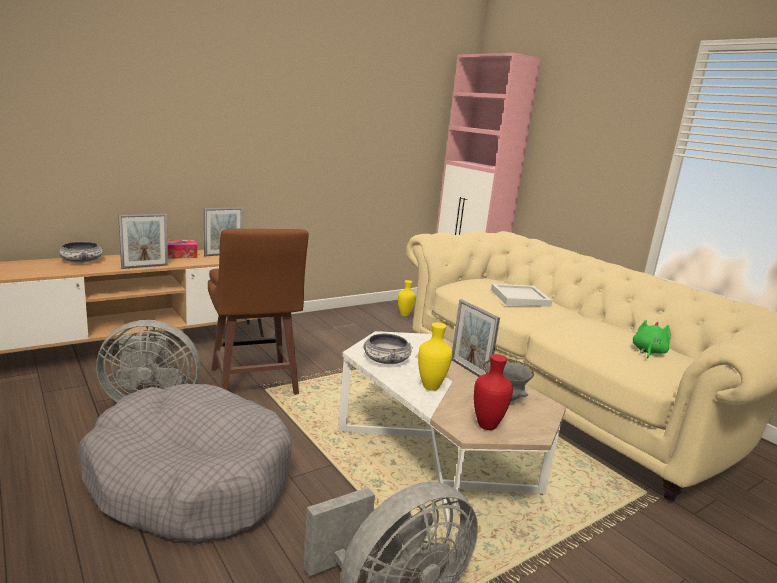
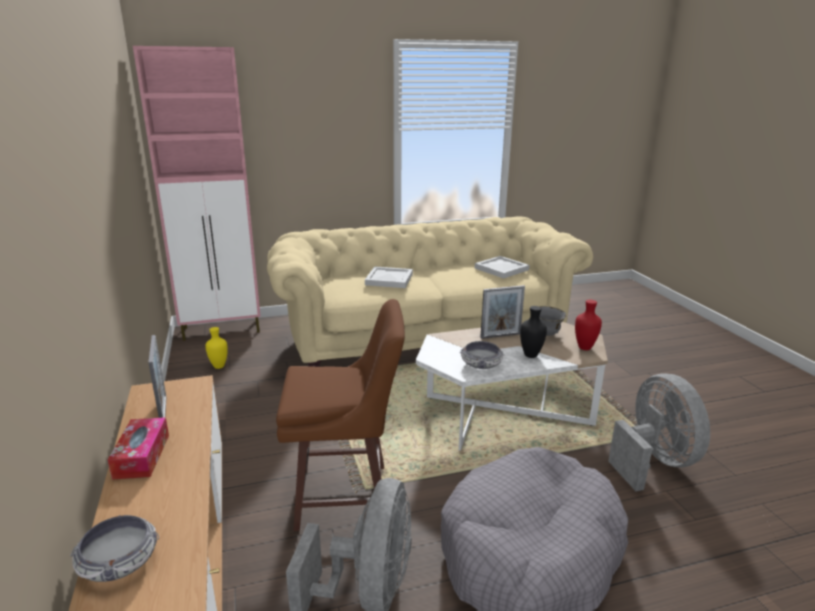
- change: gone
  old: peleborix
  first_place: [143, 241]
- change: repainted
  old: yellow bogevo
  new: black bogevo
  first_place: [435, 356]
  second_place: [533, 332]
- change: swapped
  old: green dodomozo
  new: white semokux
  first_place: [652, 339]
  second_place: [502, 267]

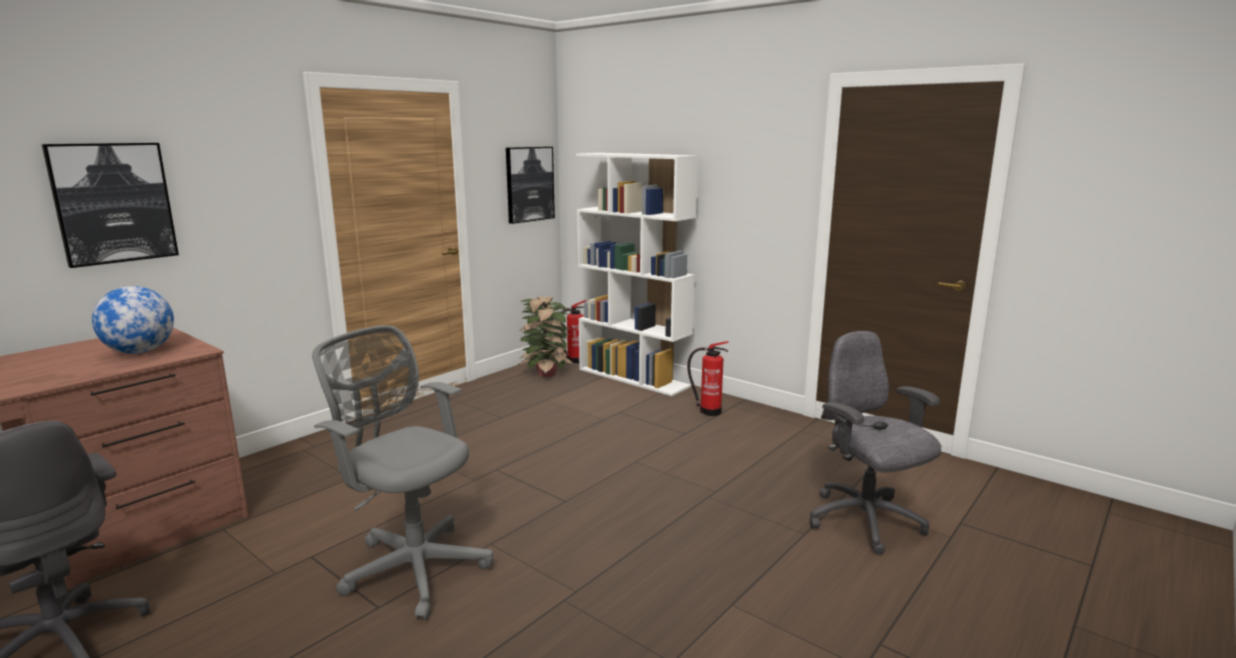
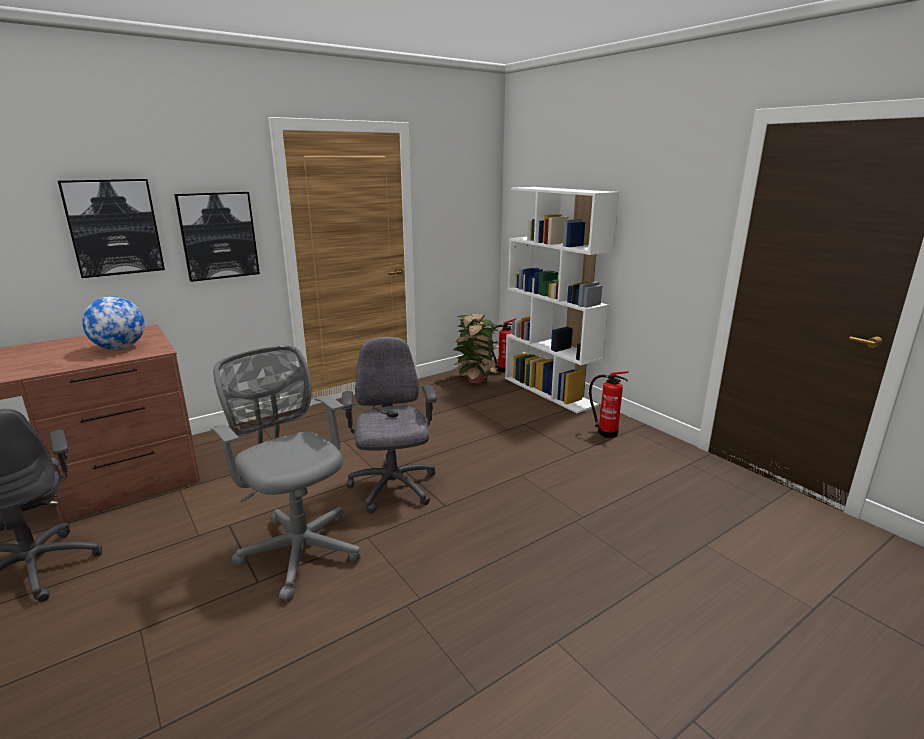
- change: shifted
  old: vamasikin
  first_place: [530, 185]
  second_place: [217, 237]
- change: shifted
  old: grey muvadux
  first_place: [875, 443]
  second_place: [389, 425]

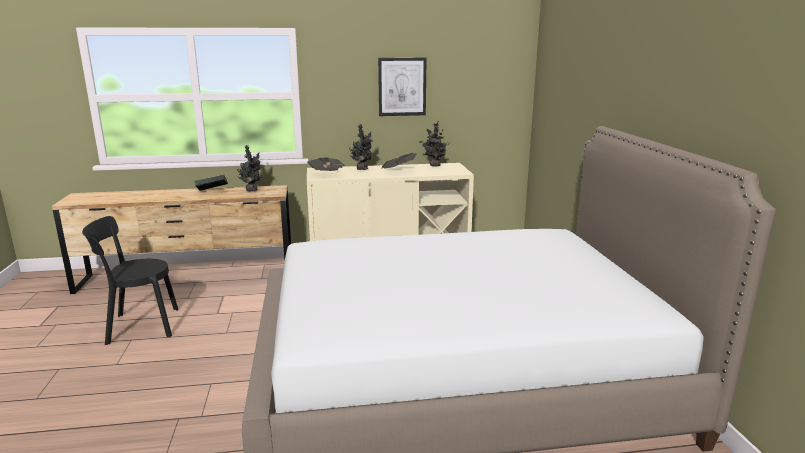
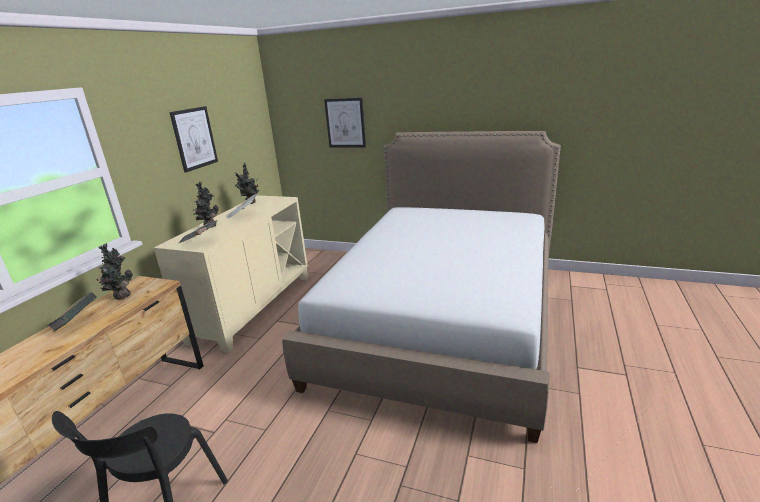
- change: new
  new: vamasikin
  second_place: [345, 122]

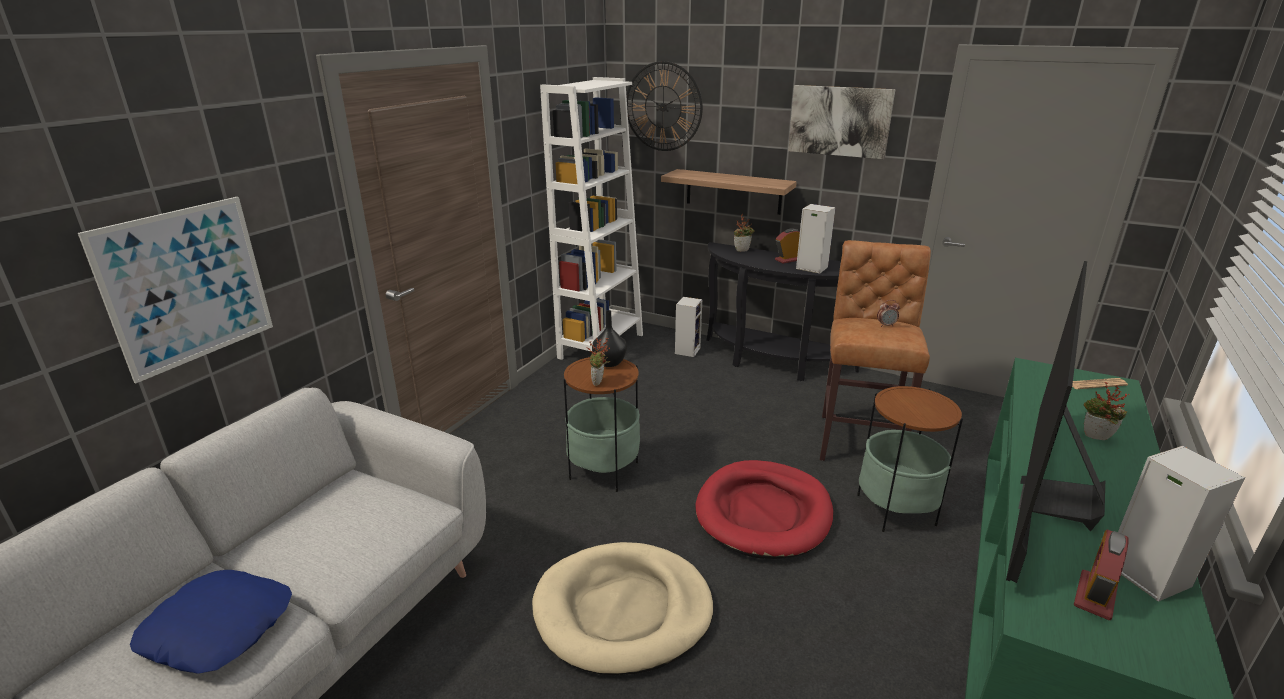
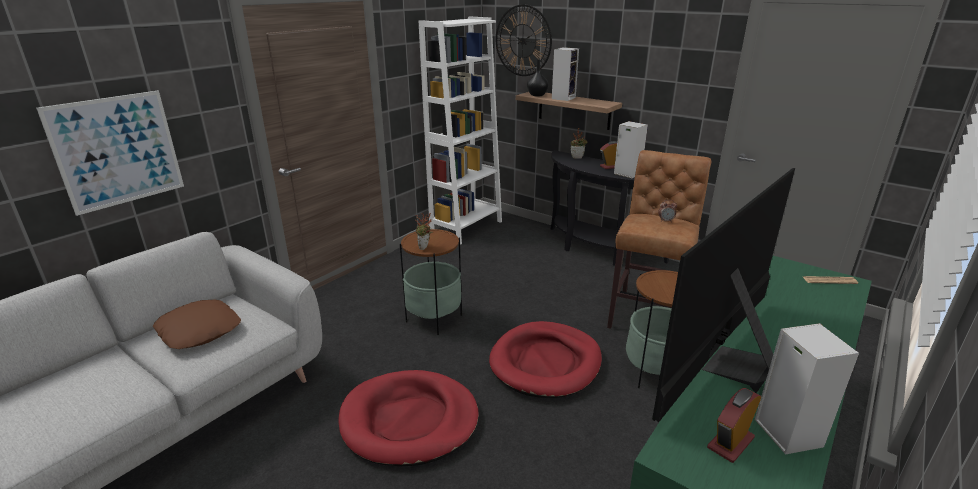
- change: gone
  old: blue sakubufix
  first_place: [211, 622]
- change: repainted
  old: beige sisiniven
  new: red sisiniven
  first_place: [623, 608]
  second_place: [409, 418]
- change: shifted
  old: black bogevo
  first_place: [609, 338]
  second_place: [537, 78]
- change: shifted
  old: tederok
  first_place: [688, 327]
  second_place: [565, 74]
- change: gone
  old: vamasikin
  first_place: [842, 122]
- change: gone
  old: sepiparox
  first_place: [1106, 411]
- change: new
  new: brown sakubufix
  second_place: [197, 324]

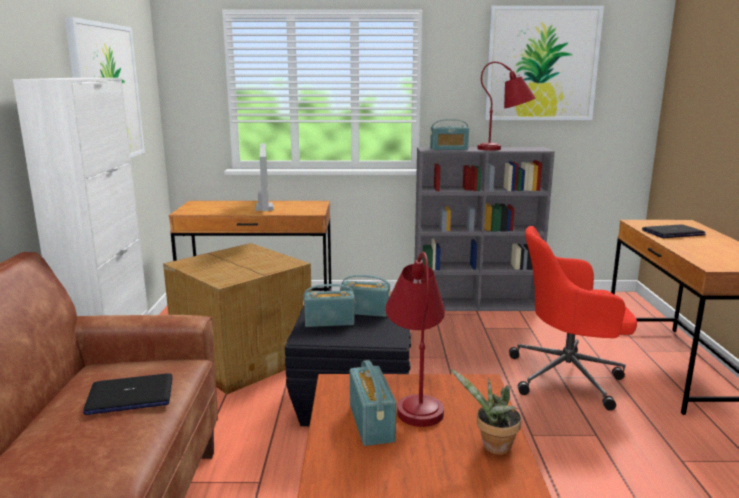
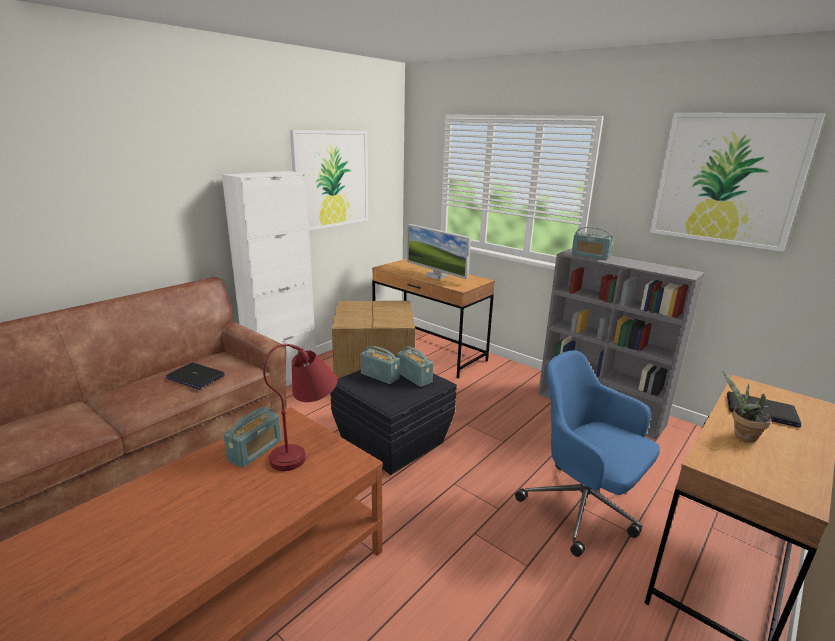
- change: rotated
  old: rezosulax
  first_place: [264, 177]
  second_place: [439, 252]
  degrees: 105
- change: shifted
  old: sepiparox
  first_place: [486, 411]
  second_place: [747, 406]
- change: gone
  old: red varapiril
  first_place: [506, 106]
- change: repainted
  old: red muvadux
  new: blue muvadux
  first_place: [573, 318]
  second_place: [587, 453]

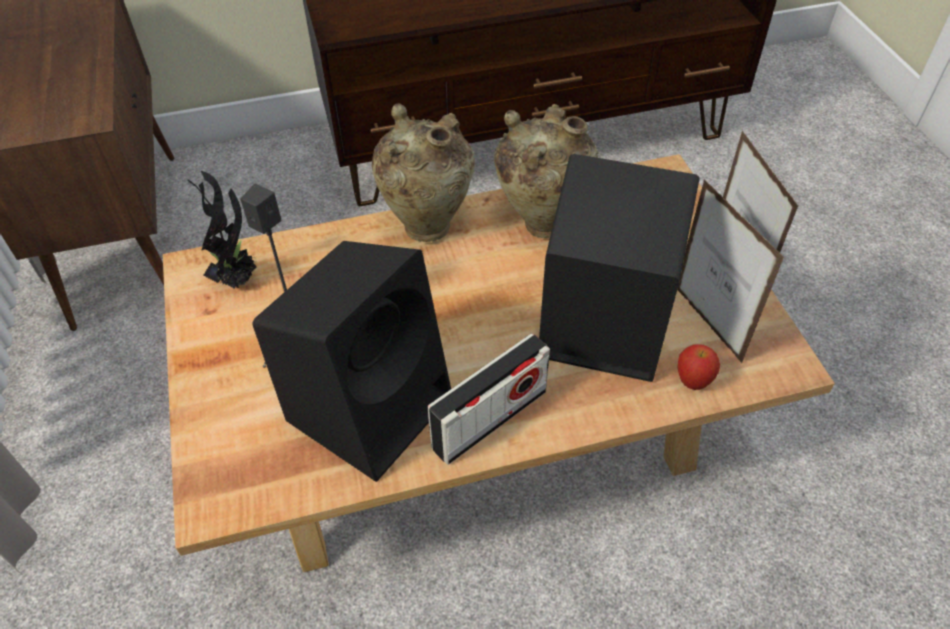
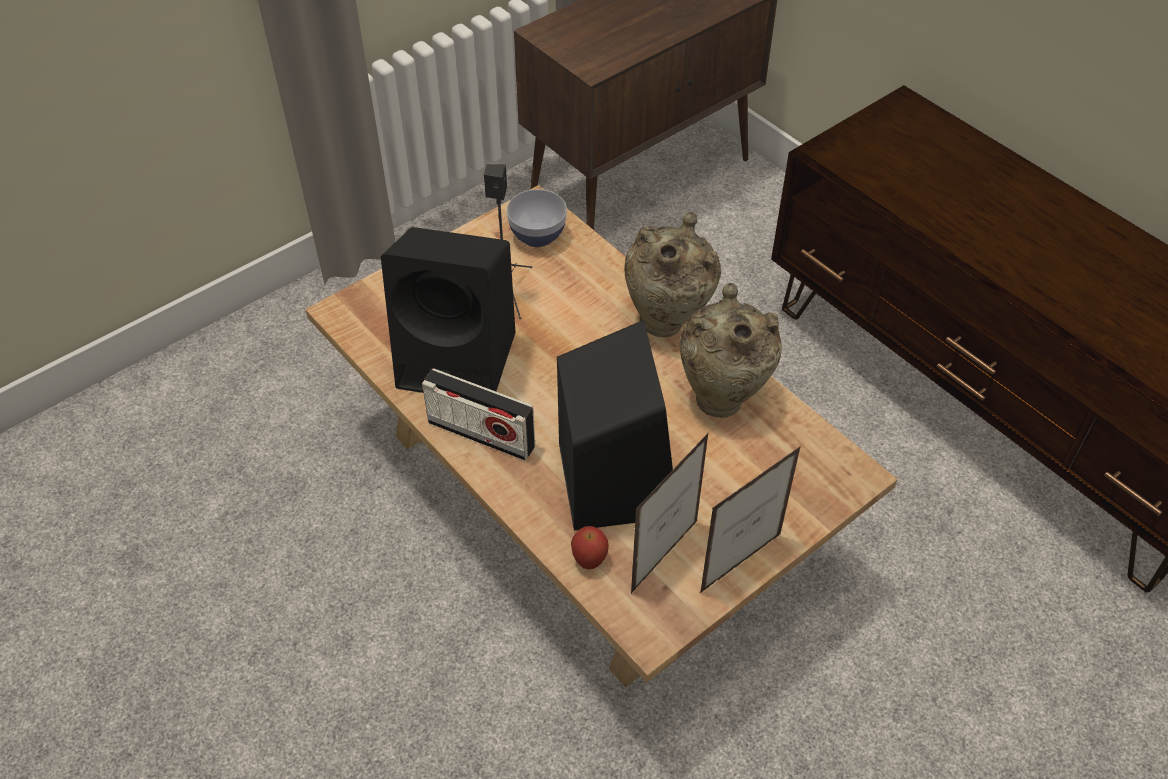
- change: swapped
  old: sepiparox
  new: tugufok
  first_place: [222, 230]
  second_place: [537, 218]

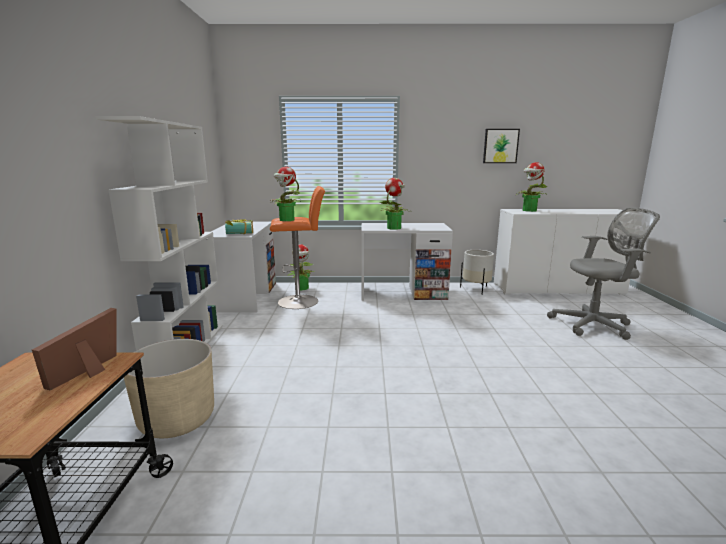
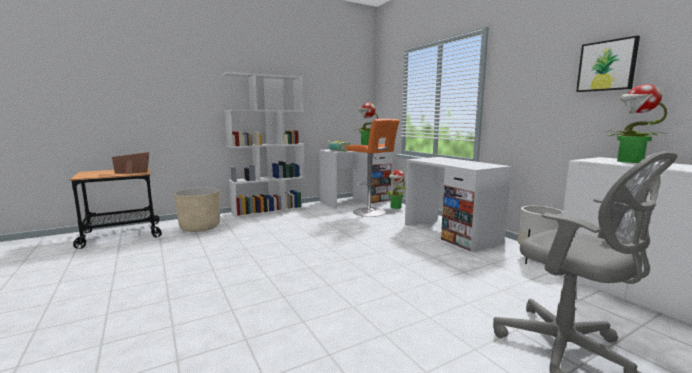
- change: gone
  old: sepiparox
  first_place: [394, 204]

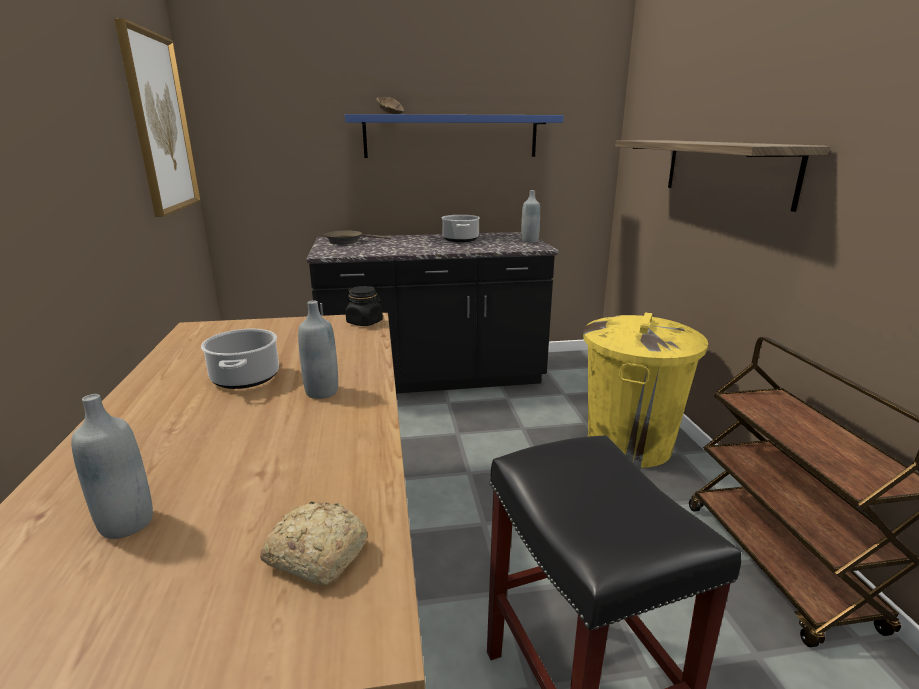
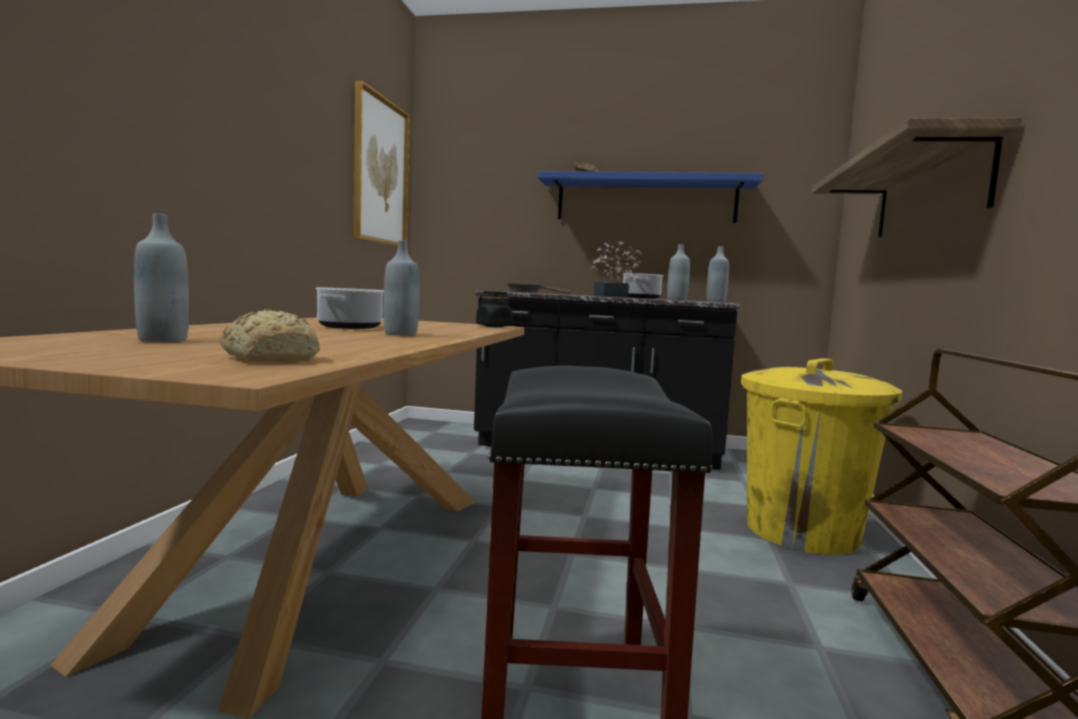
- change: new
  new: sepiparox
  second_place: [615, 269]
- change: new
  new: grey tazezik
  second_place: [678, 272]

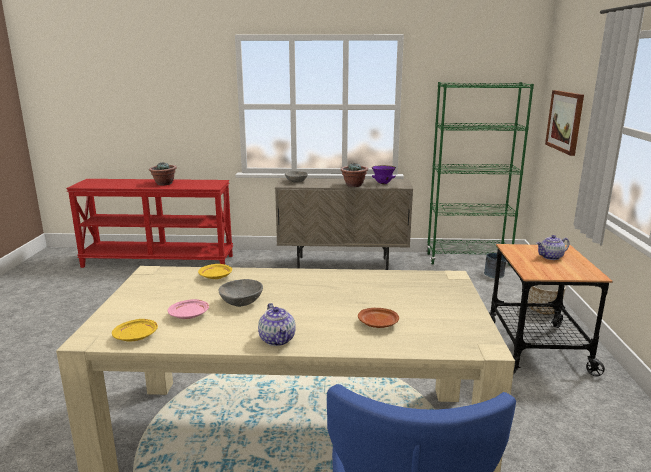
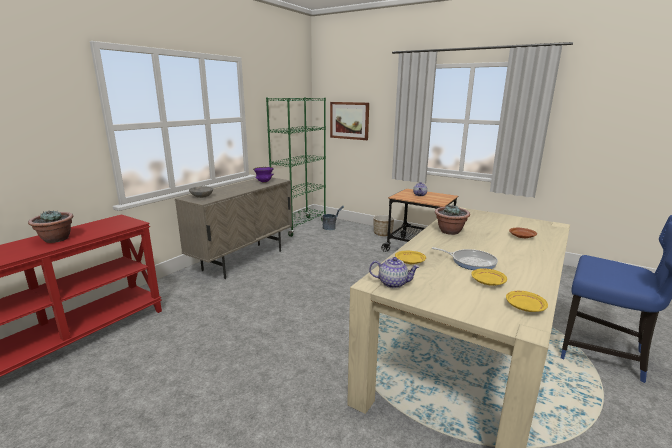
- change: repainted
  old: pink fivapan
  new: yellow fivapan
  first_place: [188, 309]
  second_place: [489, 277]
- change: swapped
  old: grey tugufok
  new: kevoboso
  first_place: [241, 293]
  second_place: [465, 258]
- change: shifted
  old: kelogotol
  first_place: [277, 324]
  second_place: [394, 272]
- change: shifted
  old: sepiparox
  first_place: [354, 175]
  second_place: [452, 220]

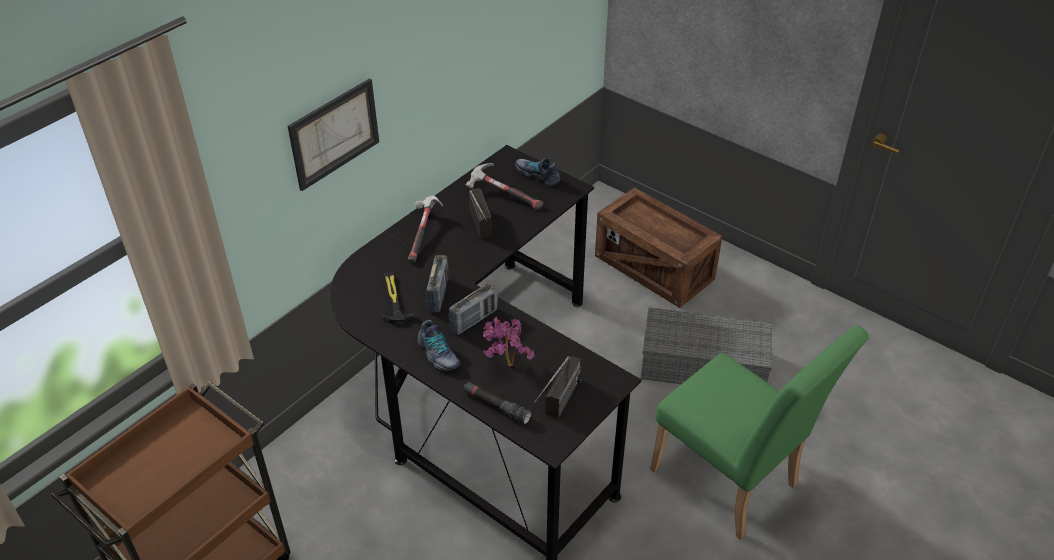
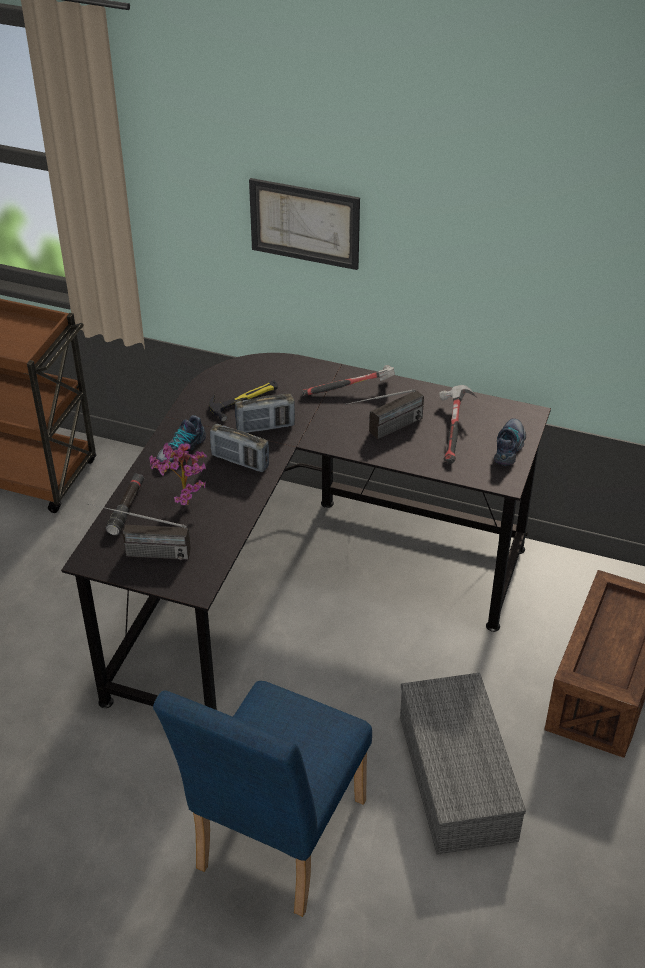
- change: repainted
  old: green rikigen
  new: blue rikigen
  first_place: [759, 433]
  second_place: [262, 799]

